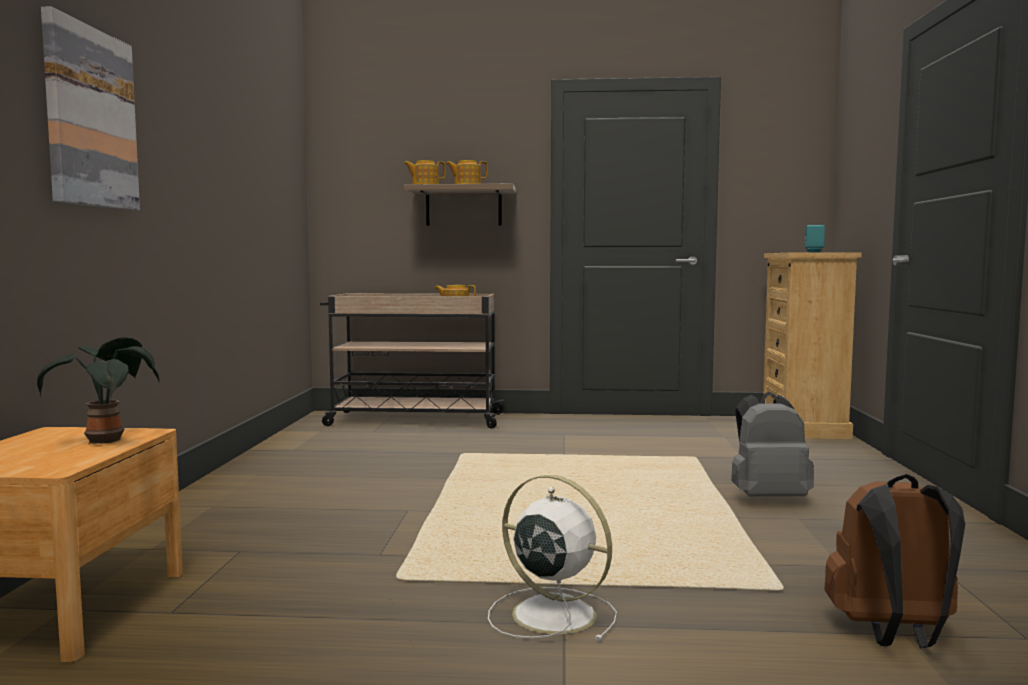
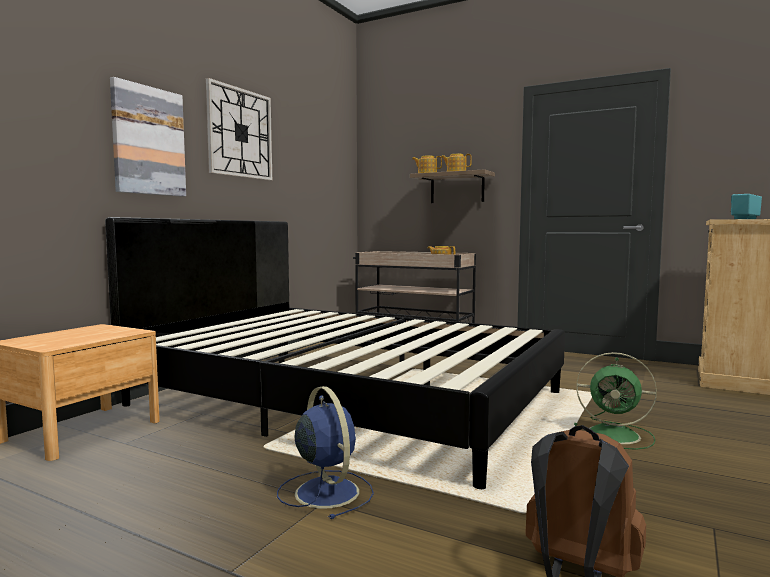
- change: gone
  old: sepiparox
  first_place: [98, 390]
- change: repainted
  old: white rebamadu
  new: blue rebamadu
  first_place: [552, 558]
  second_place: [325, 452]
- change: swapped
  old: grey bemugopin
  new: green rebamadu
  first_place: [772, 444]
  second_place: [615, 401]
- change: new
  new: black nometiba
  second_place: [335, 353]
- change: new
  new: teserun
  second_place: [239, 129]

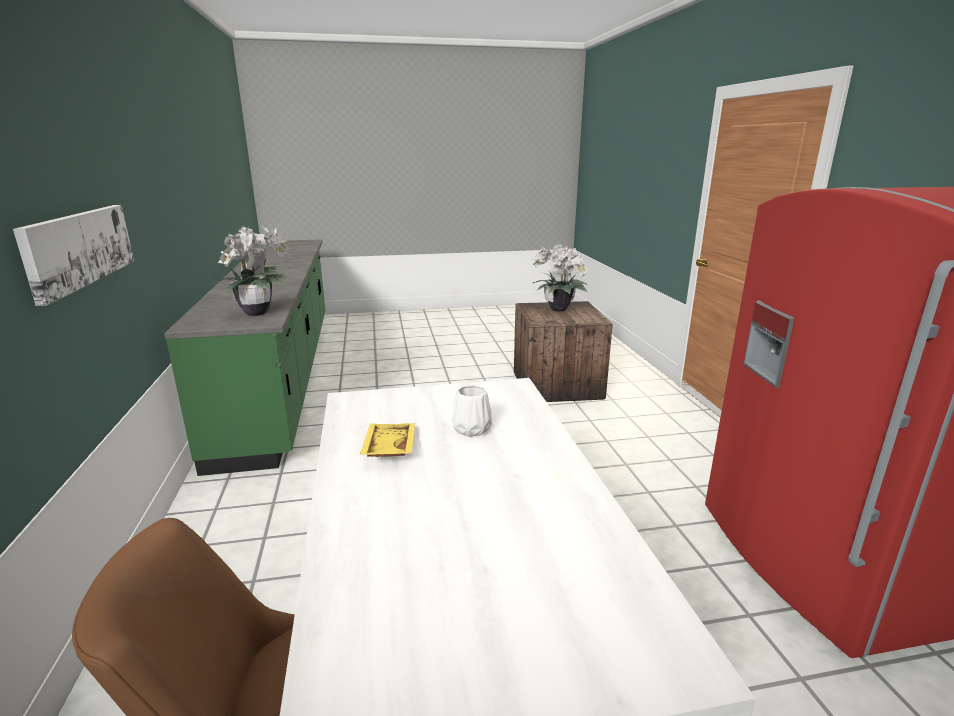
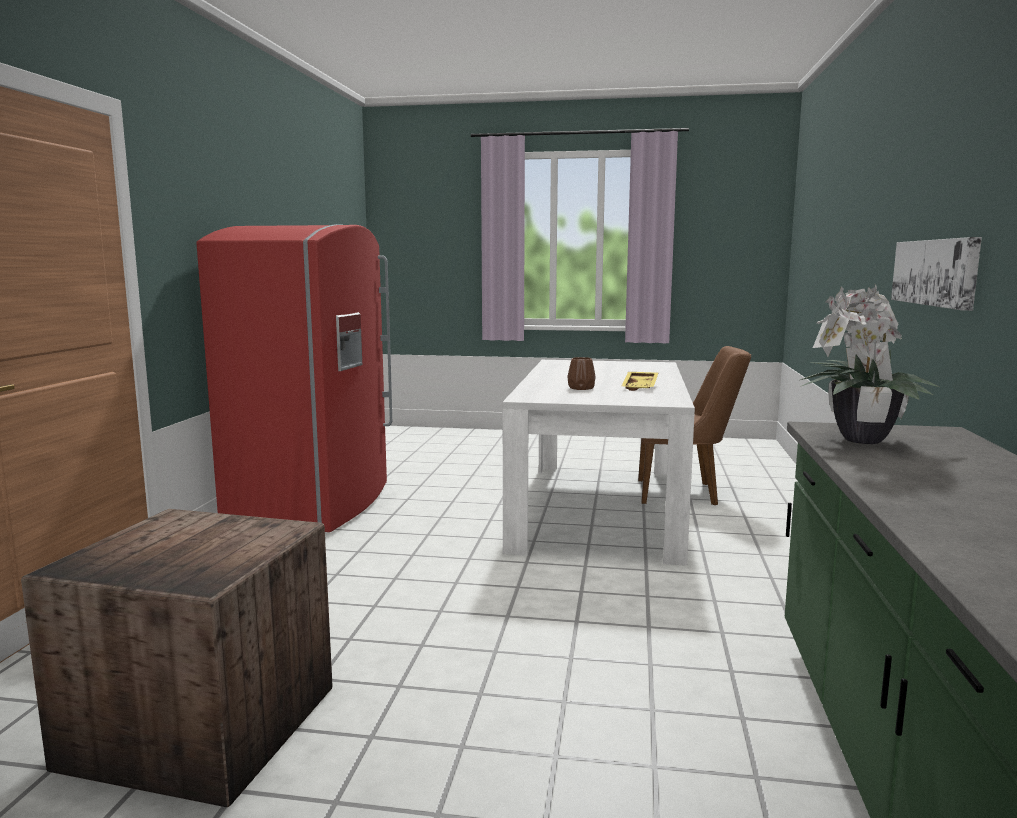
- change: repainted
  old: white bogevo
  new: brown bogevo
  first_place: [472, 411]
  second_place: [581, 373]
- change: gone
  old: sepiparox
  first_place: [560, 277]

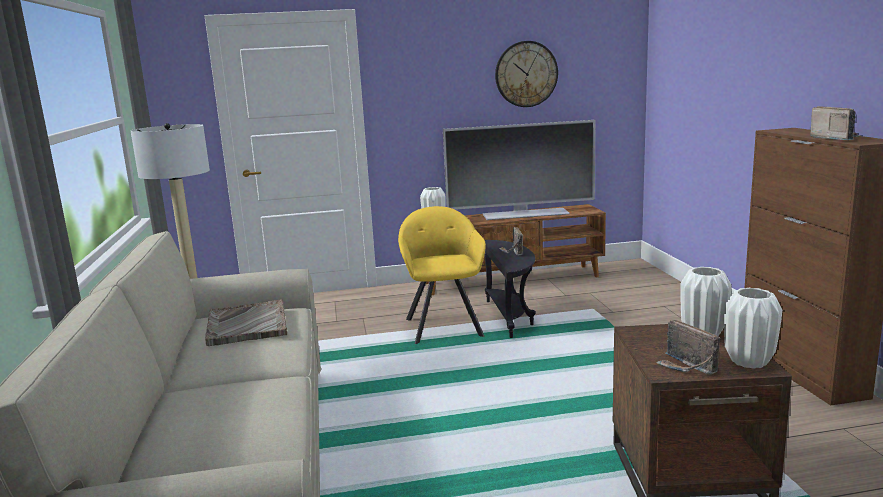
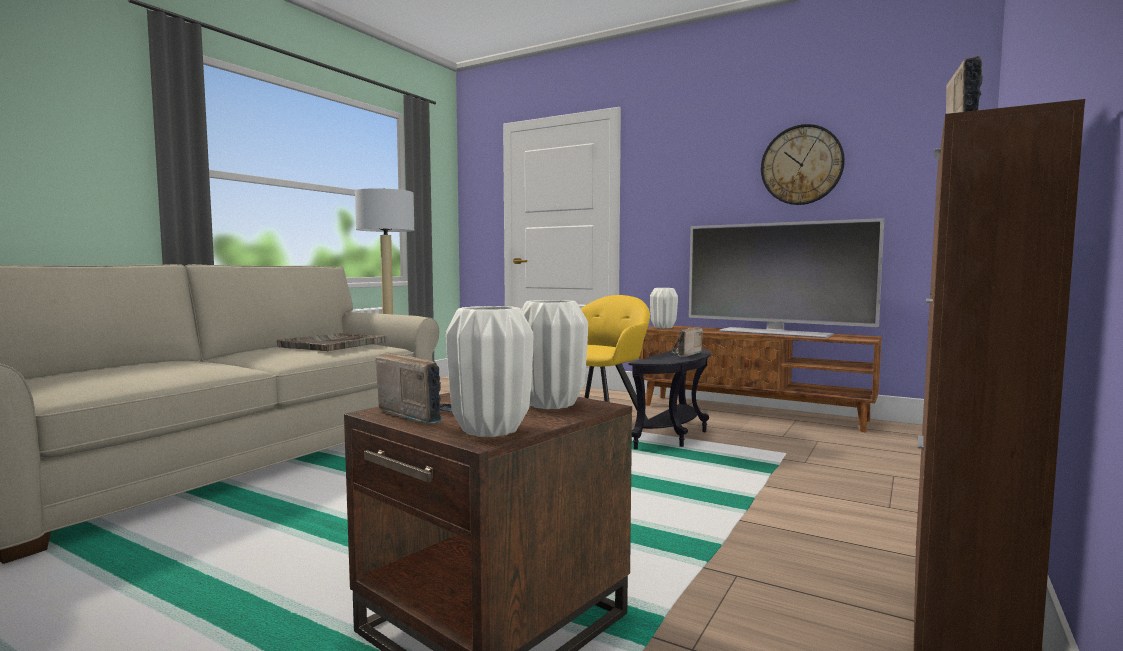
- change: rotated
  old: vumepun
  first_place: [688, 347]
  second_place: [414, 388]
  degrees: 120

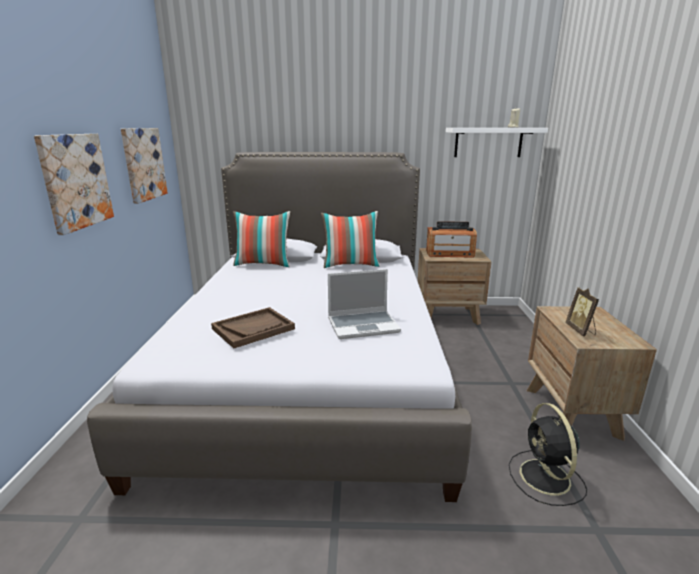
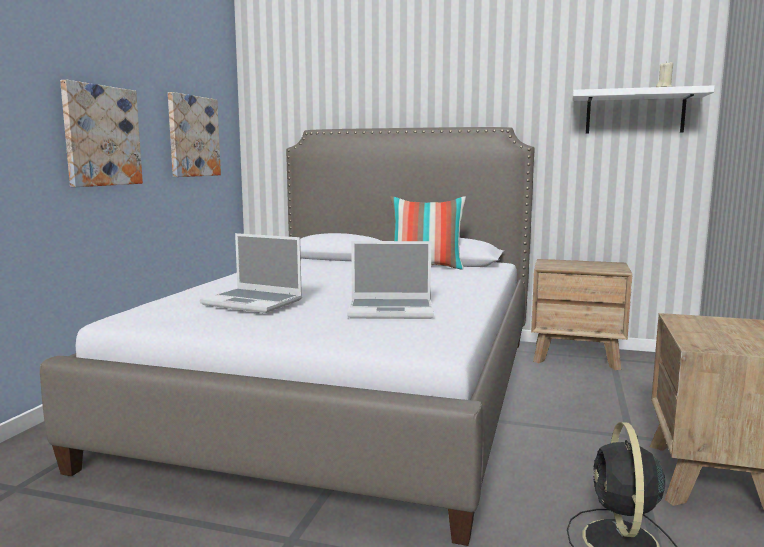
- change: swapped
  old: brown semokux
  new: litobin
  first_place: [253, 328]
  second_place: [251, 273]
- change: gone
  old: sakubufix
  first_place: [261, 239]
- change: gone
  old: vumepun
  first_place: [451, 239]
- change: gone
  old: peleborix
  first_place: [582, 311]

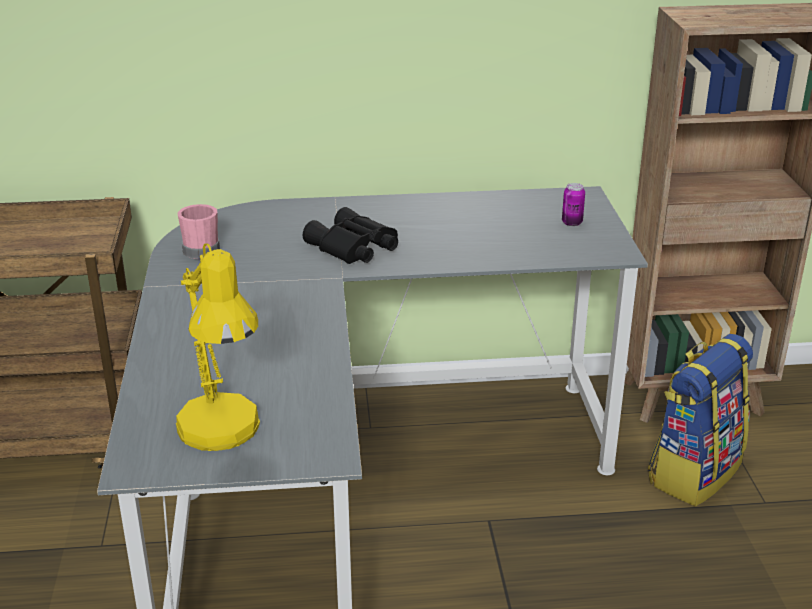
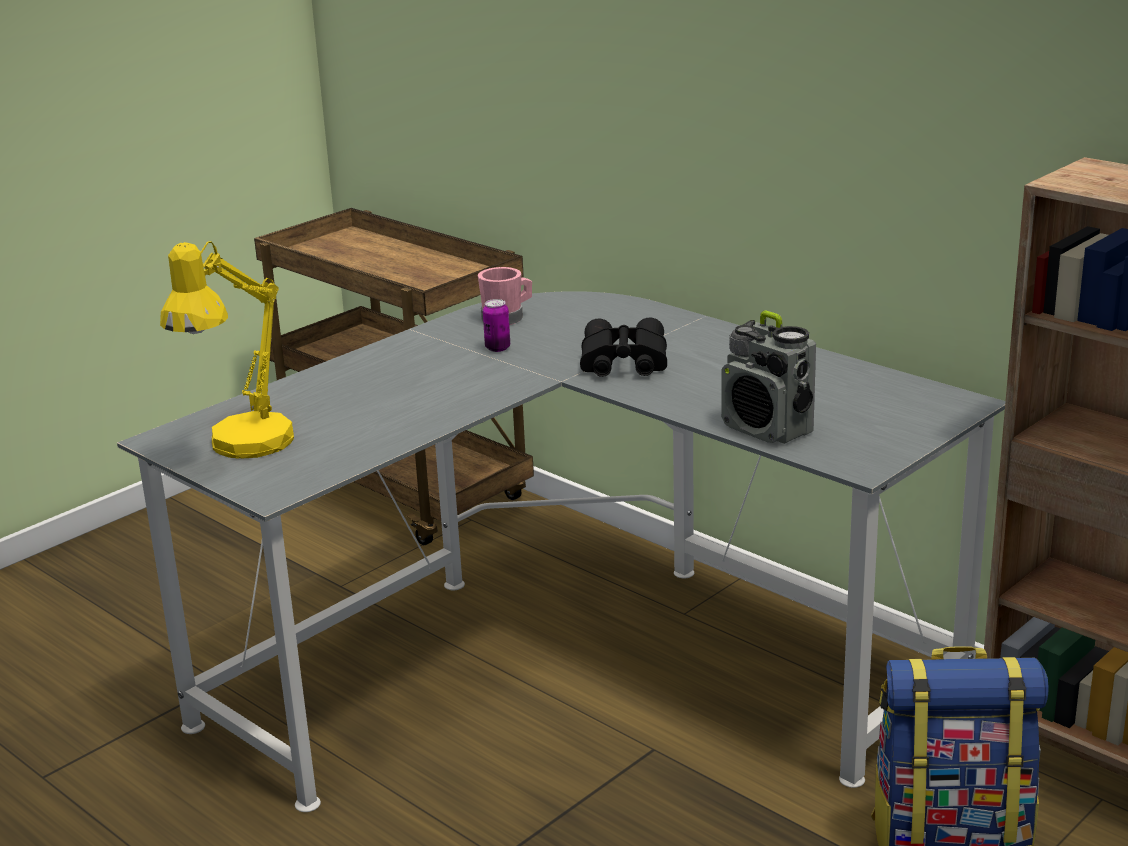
- change: shifted
  old: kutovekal
  first_place: [573, 204]
  second_place: [496, 325]
- change: new
  new: vumepun
  second_place: [768, 377]

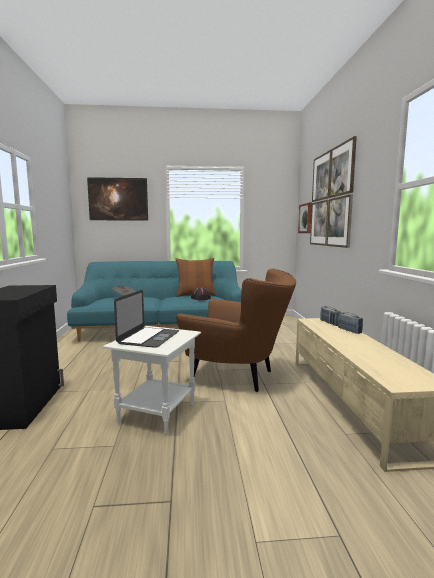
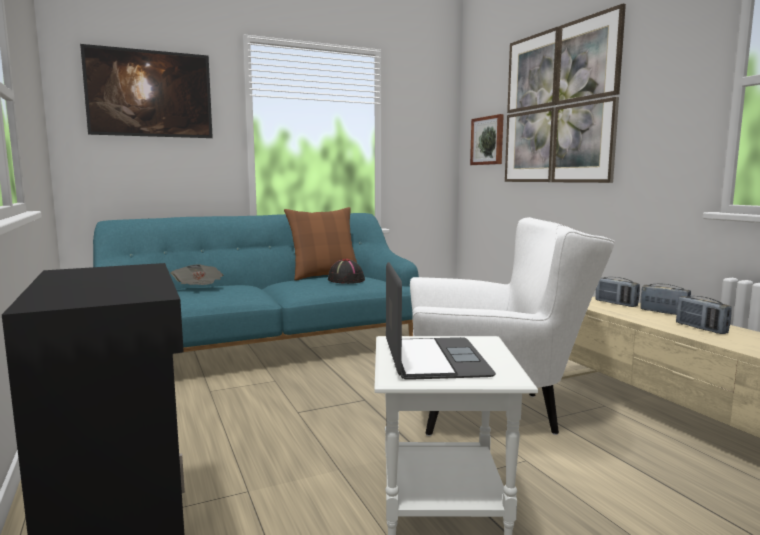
- change: repainted
  old: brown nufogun
  new: white nufogun
  first_place: [236, 330]
  second_place: [512, 326]
- change: new
  new: vumepun
  second_place: [704, 315]

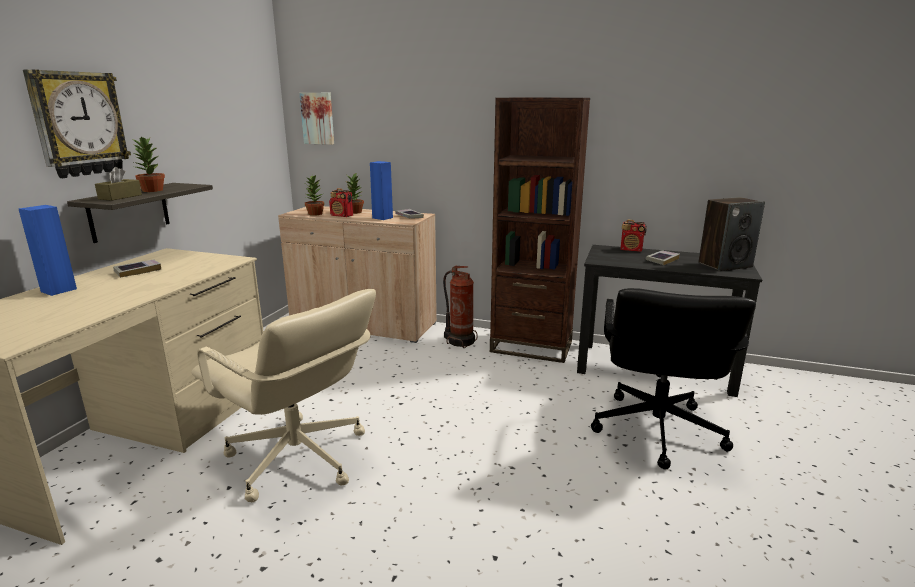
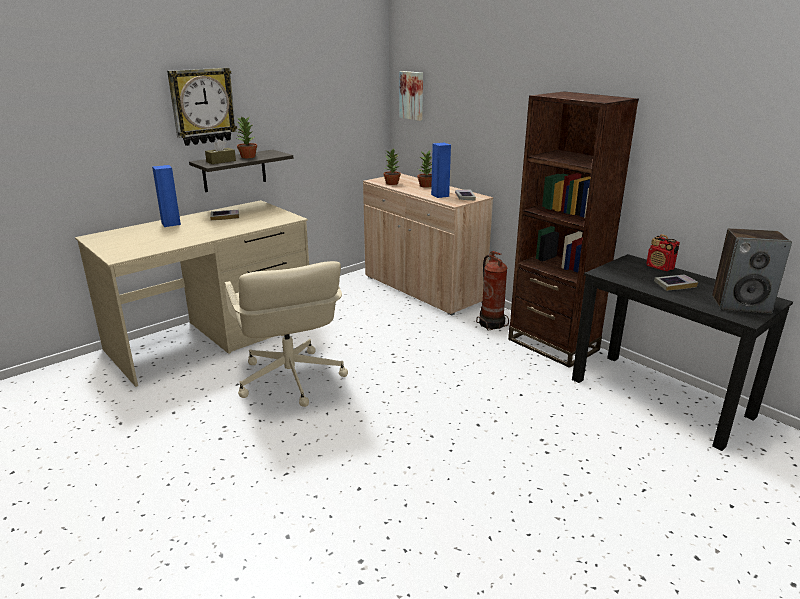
- change: gone
  old: vumepun
  first_place: [341, 202]
- change: gone
  old: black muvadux
  first_place: [673, 378]

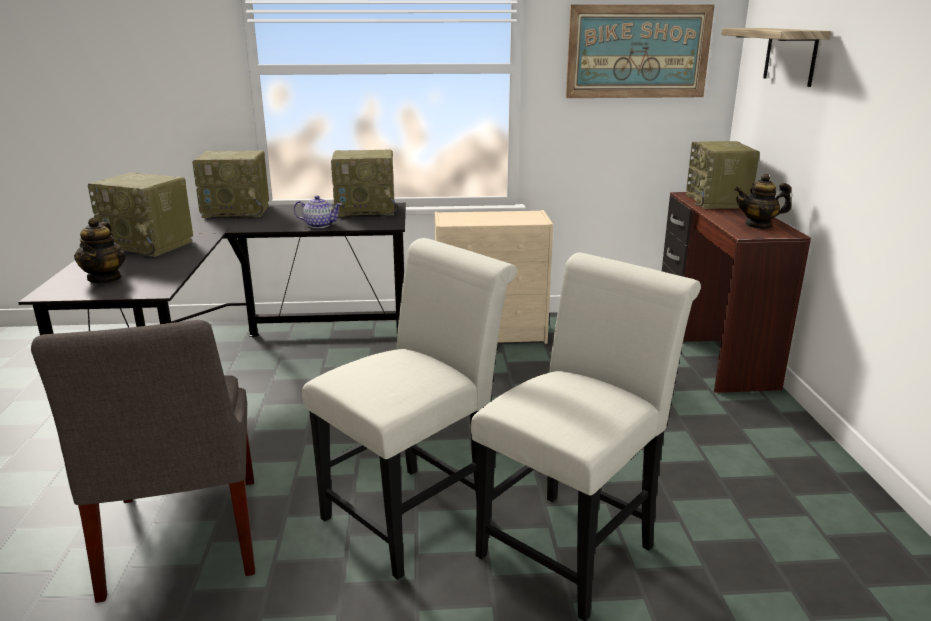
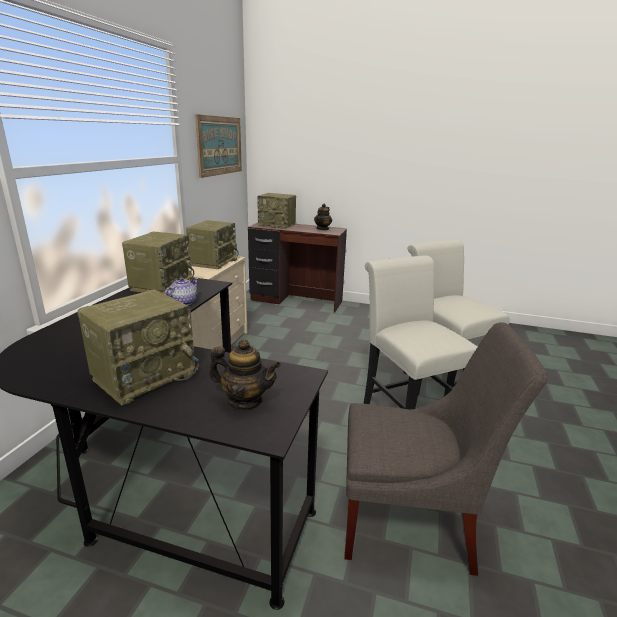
- change: shifted
  old: vumepun
  first_place: [230, 184]
  second_place: [212, 244]
- change: gone
  old: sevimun
  first_place: [776, 57]

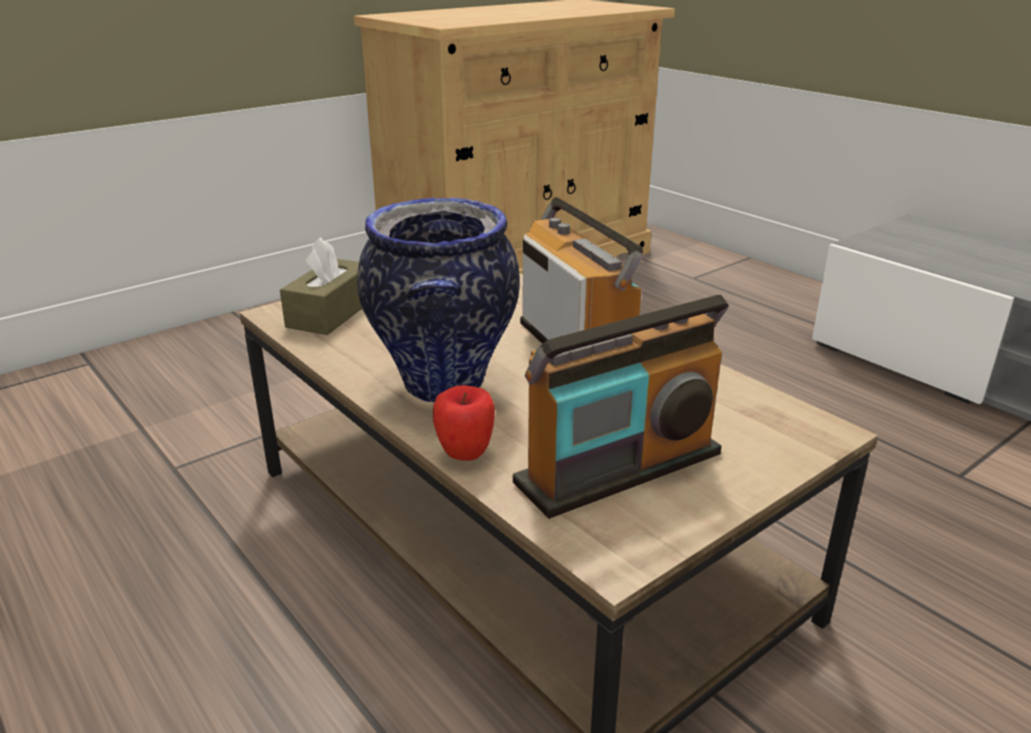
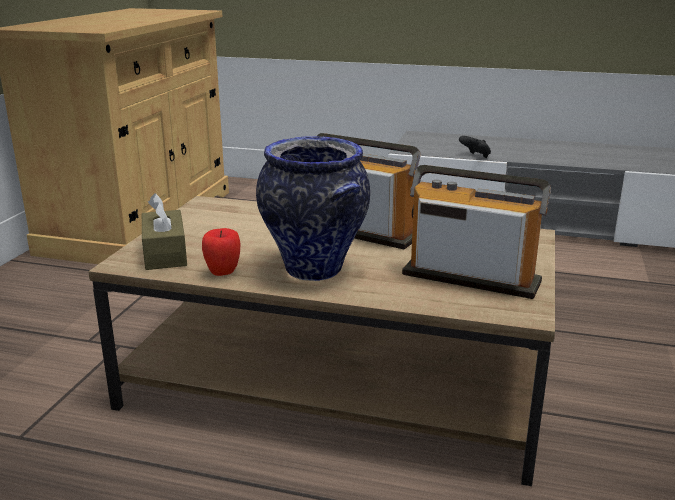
- change: shifted
  old: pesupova
  first_place: [464, 423]
  second_place: [221, 252]
- change: rotated
  old: vumepun
  first_place: [621, 407]
  second_place: [476, 232]
  degrees: -90
- change: new
  new: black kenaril
  second_place: [475, 147]

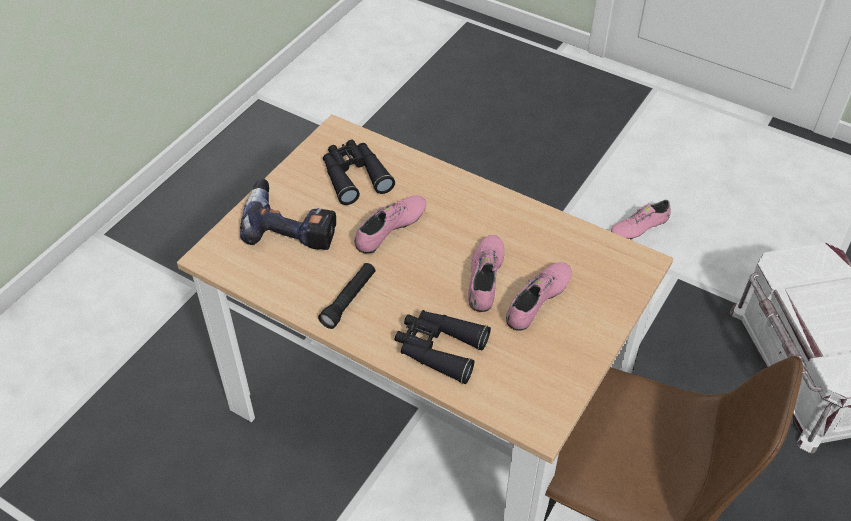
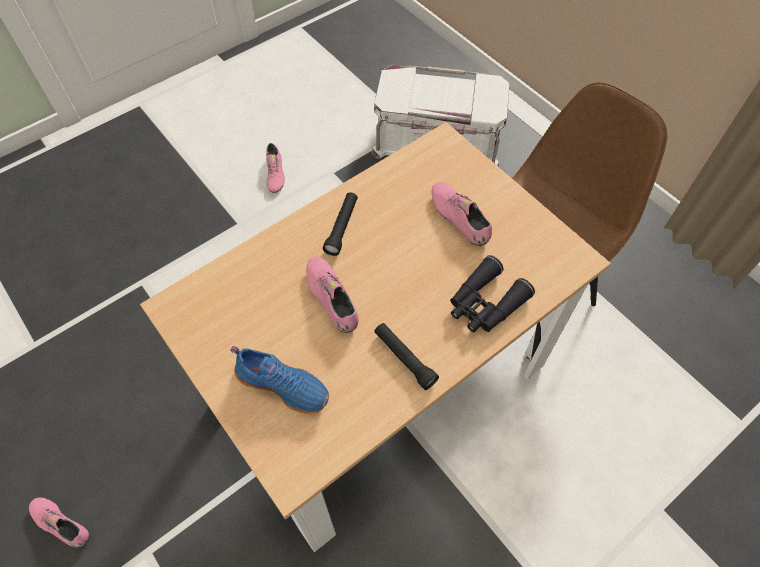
- change: swapped
  old: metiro
  new: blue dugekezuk
  first_place: [288, 214]
  second_place: [279, 380]
- change: gone
  old: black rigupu
  first_place: [359, 172]
- change: shifted
  old: pink dugekezuk
  first_place: [486, 273]
  second_place: [59, 523]
- change: new
  new: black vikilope
  second_place: [340, 224]

